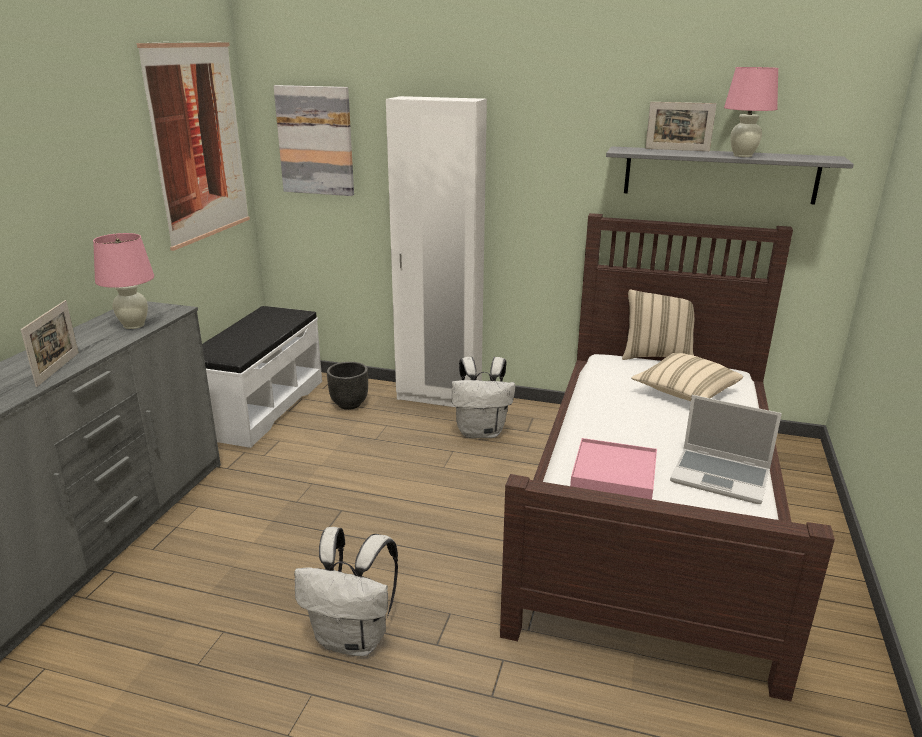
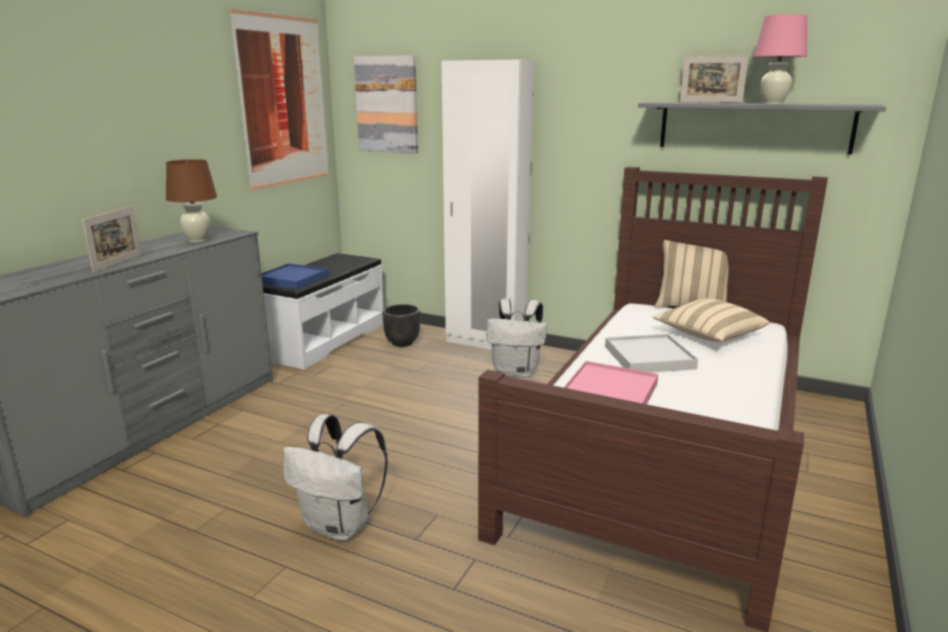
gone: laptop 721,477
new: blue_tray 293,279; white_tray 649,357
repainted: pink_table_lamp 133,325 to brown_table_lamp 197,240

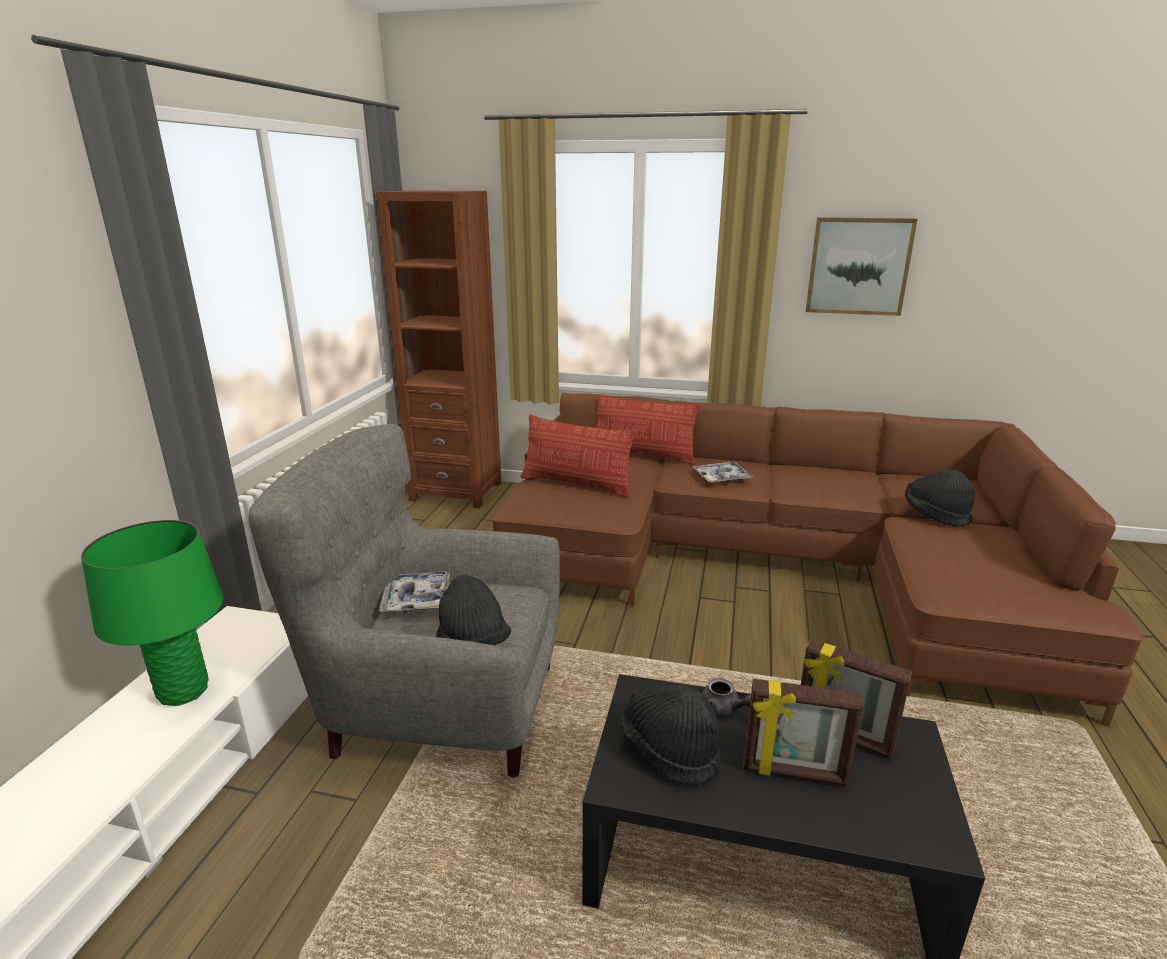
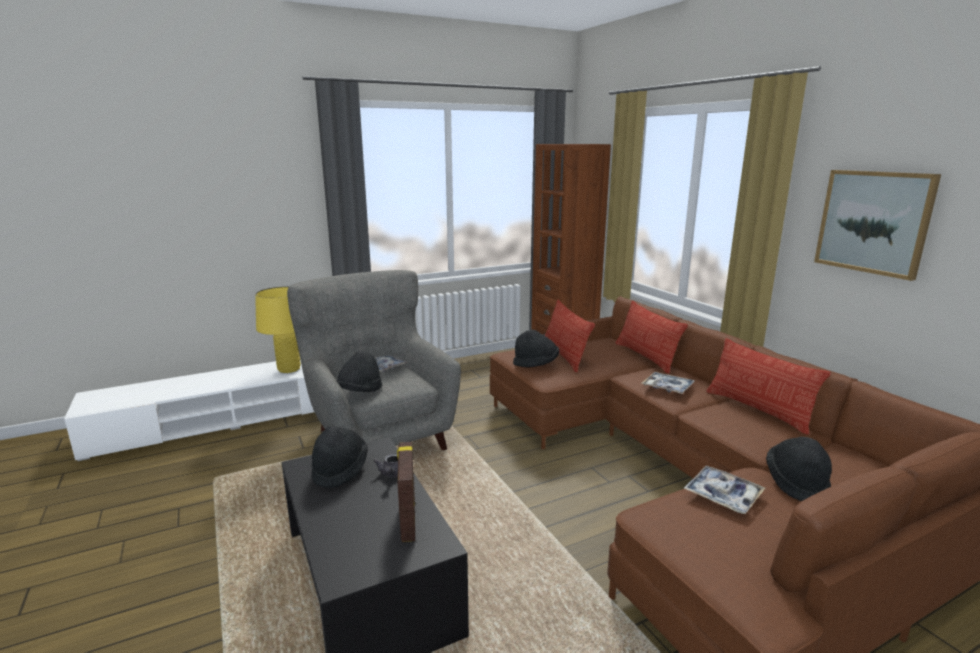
gone: picture_frame 794,774
new: black_hat 536,364; tray 723,495; pillow 758,409
repainted: green_table_lamp 183,691 to yellow_table_lamp 289,369

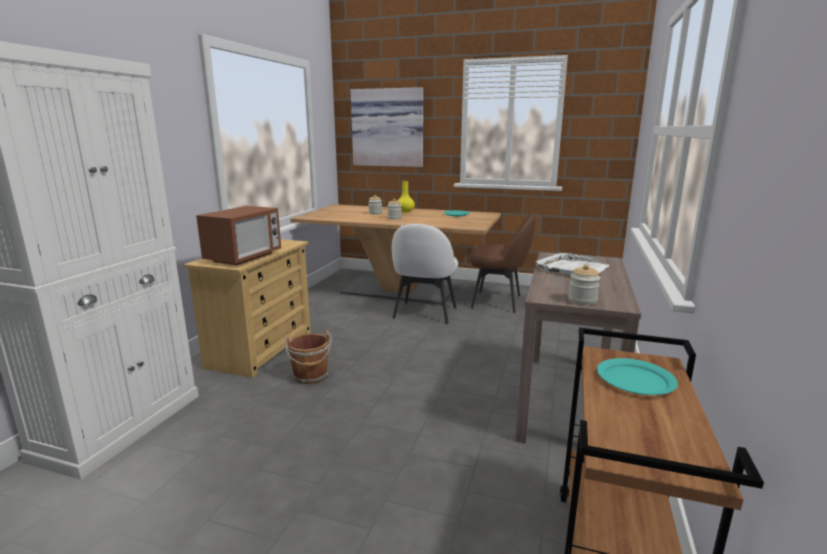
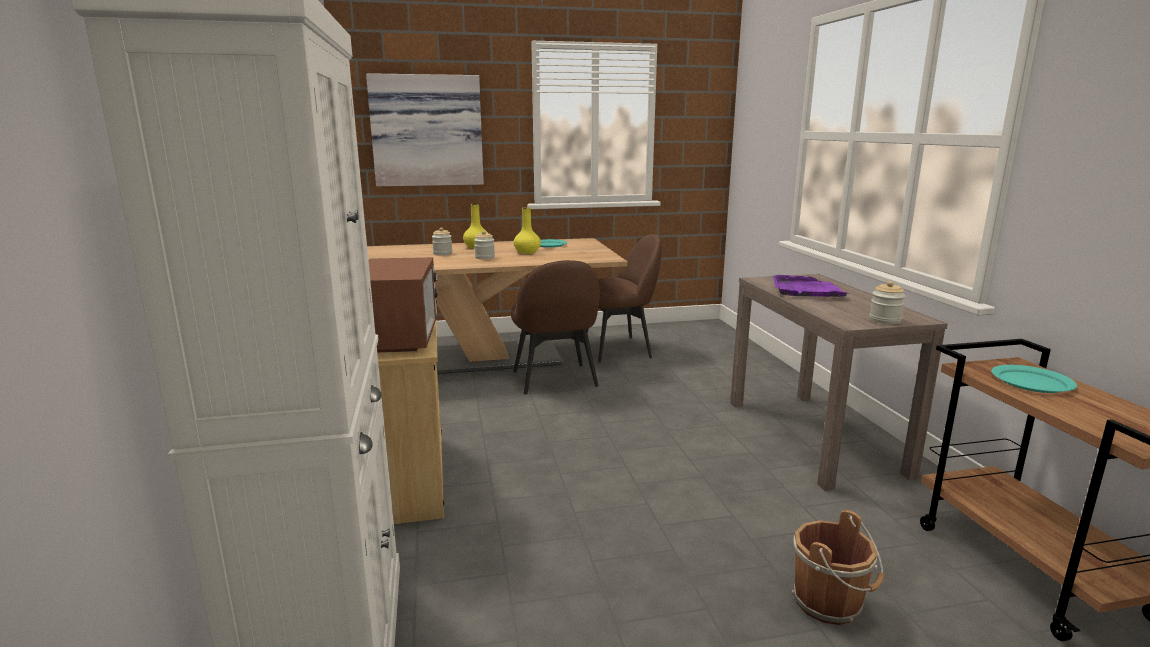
new: yellow_vase 527,252
shifted: brown_bucket 311,376 to 830,603
repainted: white_chair 424,313 to brown_chair 555,380; white_tray 573,268 to purple_tray 806,290

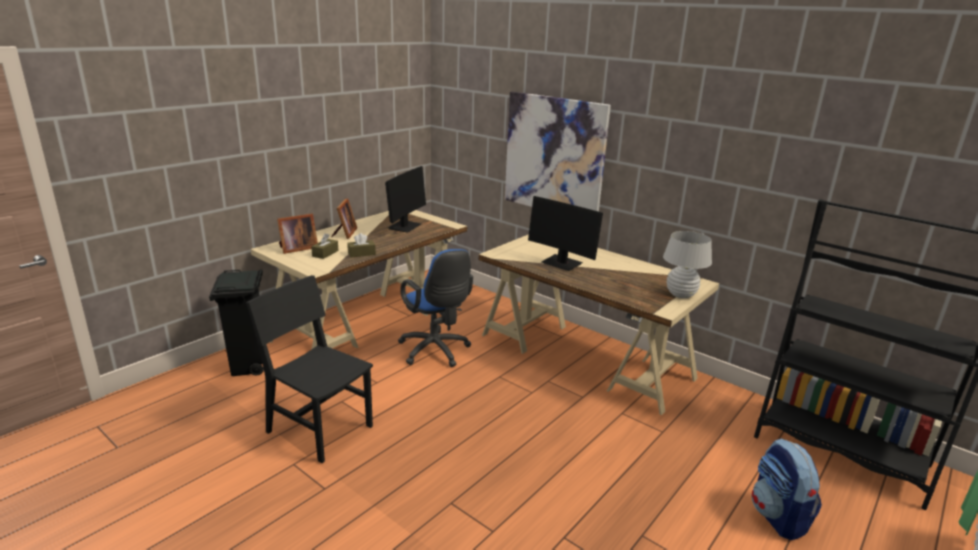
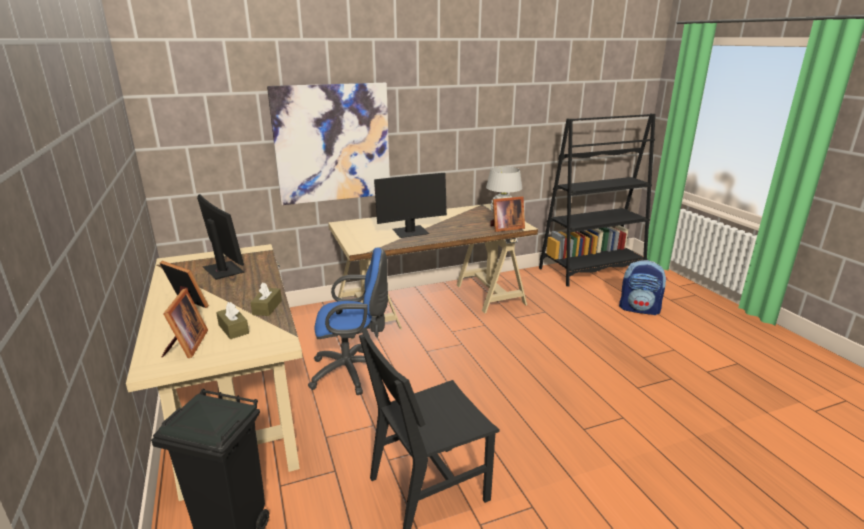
new: picture_frame 505,228

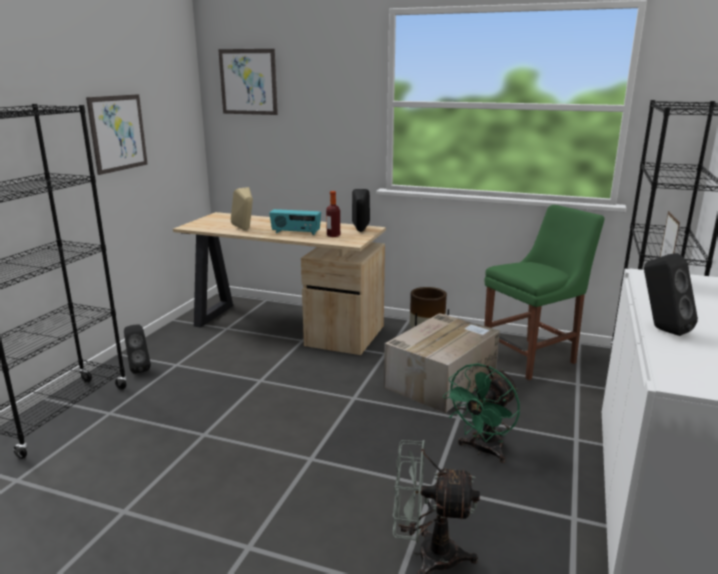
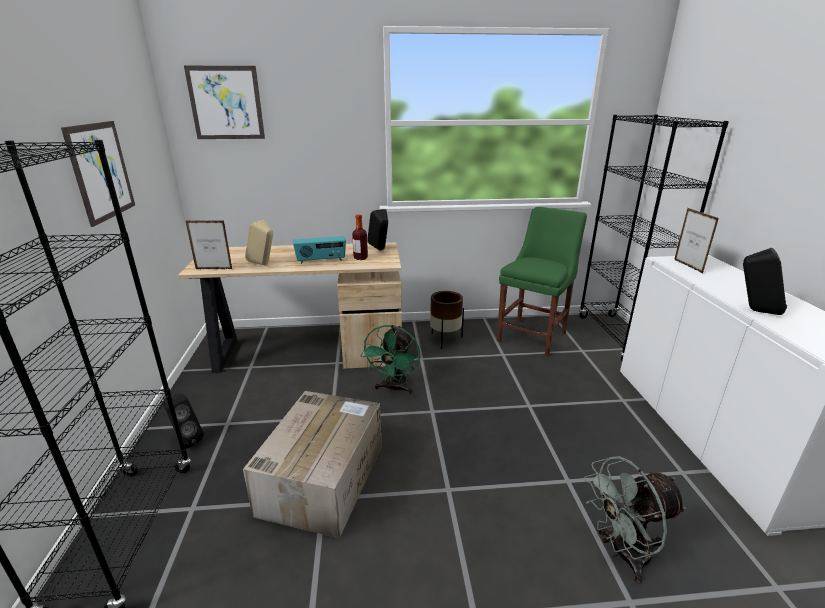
new: picture_frame 214,269
shifted: cardboard_box 441,380 to 323,477; green_fan 482,450 to 394,388

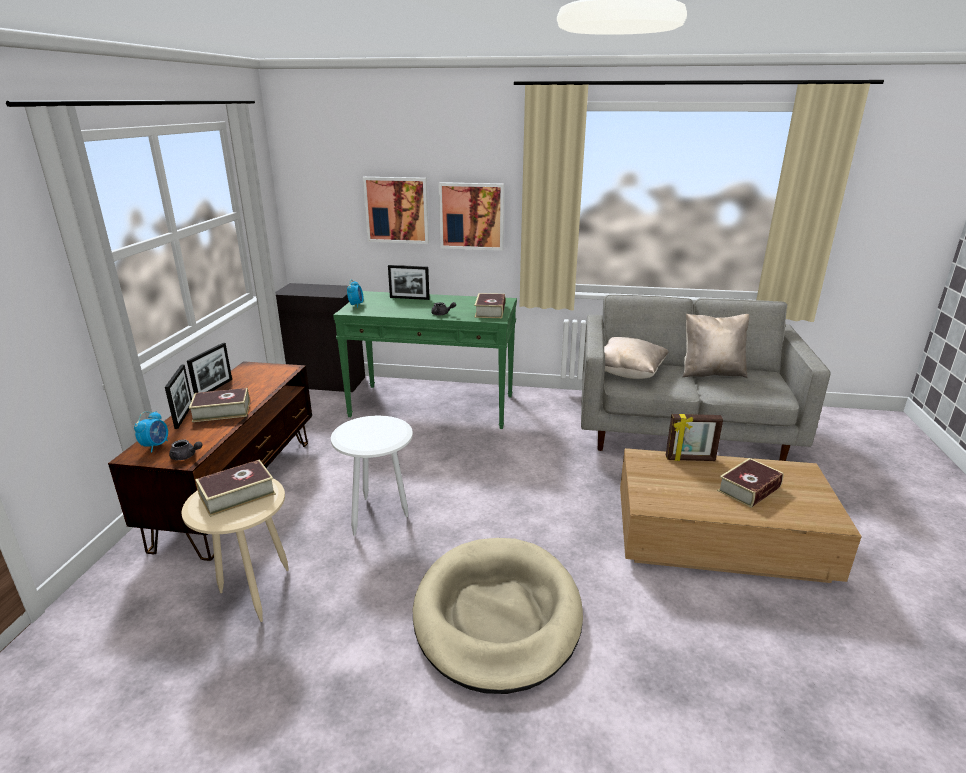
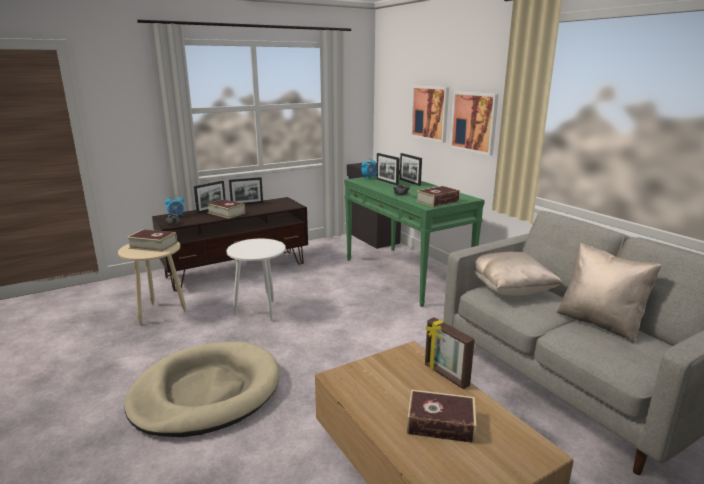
new: picture_frame 387,182

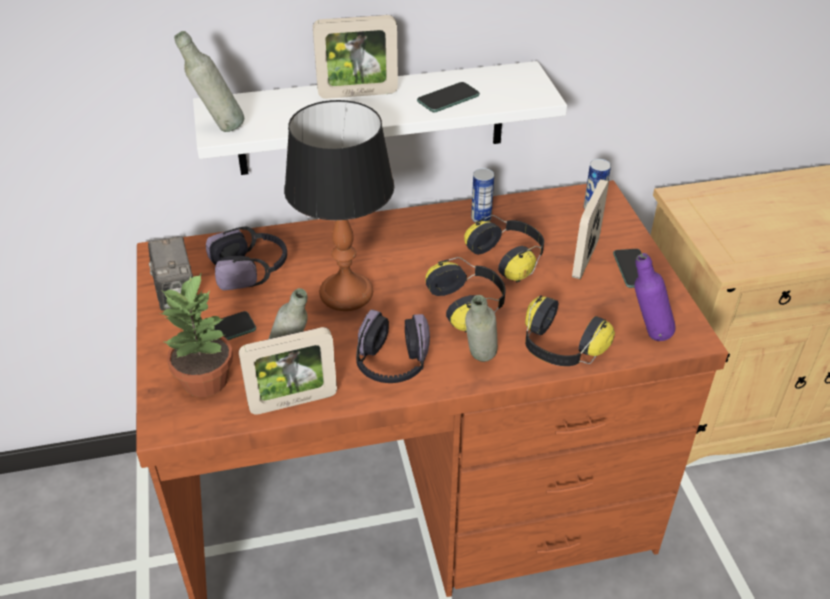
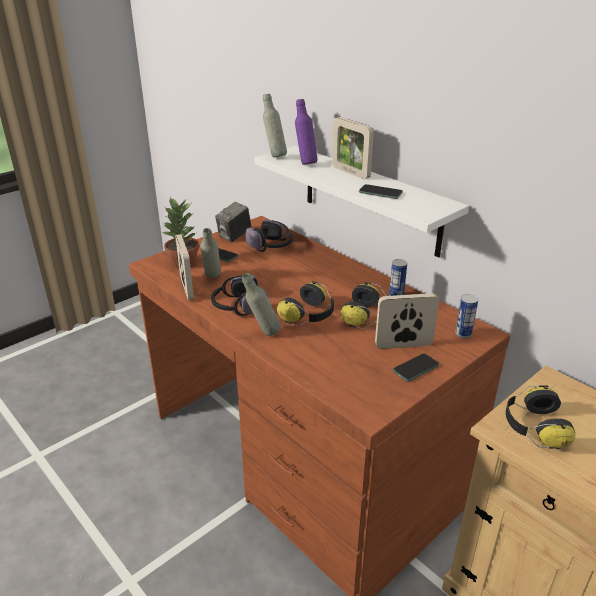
gone: table_lamp 346,293
shifted: purple_bottle 646,335 to 305,163; headphones 559,348 to 533,427
rotated: picture_frame 293,402 = 187,288 150 degrees counterclockwise

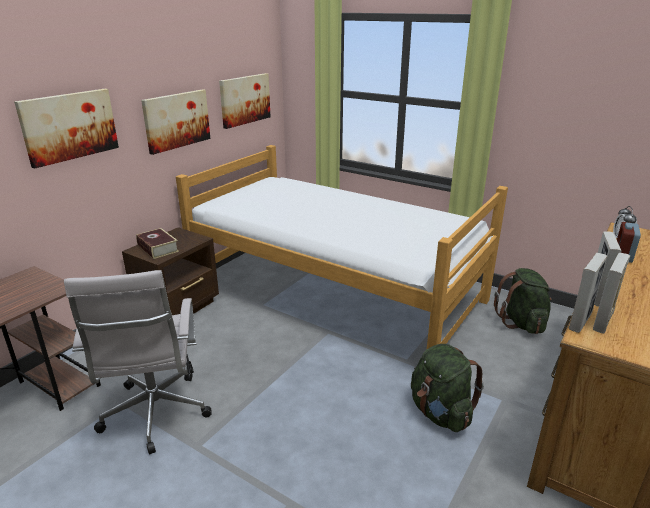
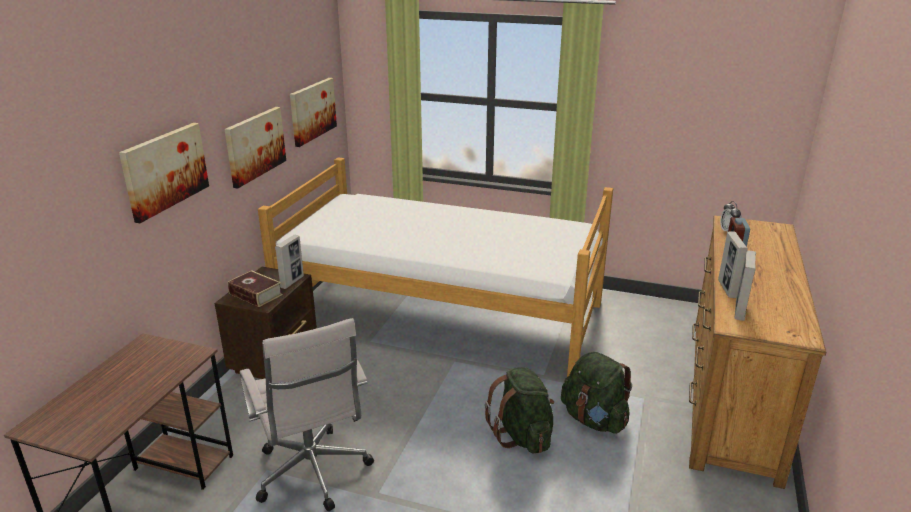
shifted: picture_frame 580,321 to 292,282; green_backpack 521,323 to 522,435

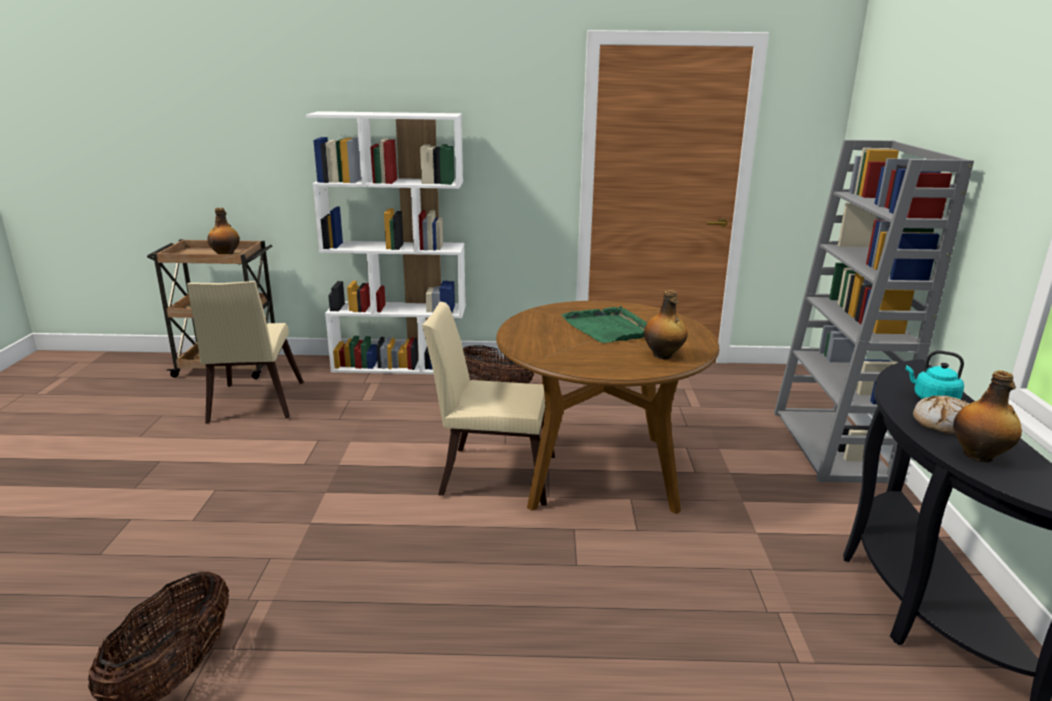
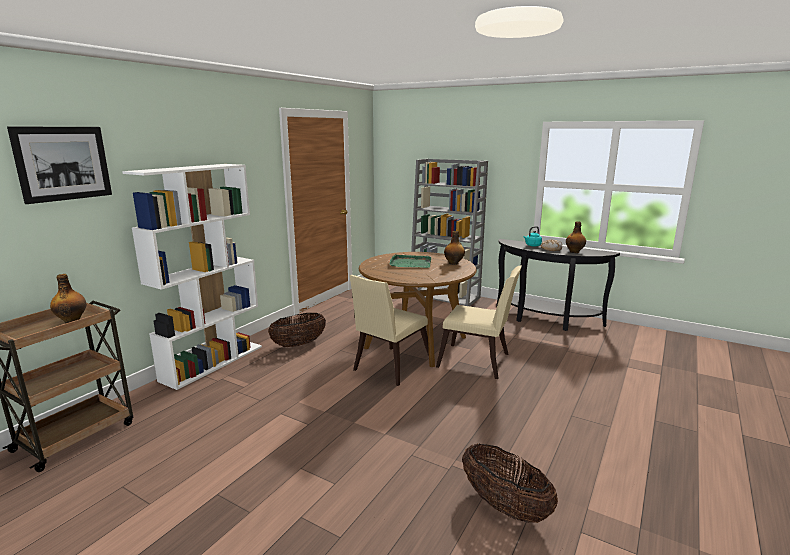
new: picture 63,163
shifted: beige_chair 253,405 to 478,362

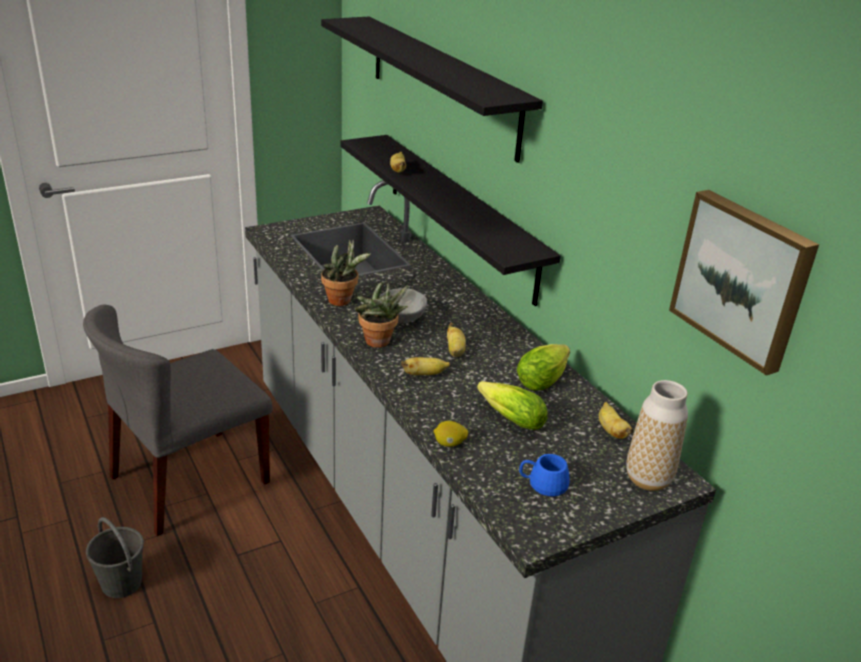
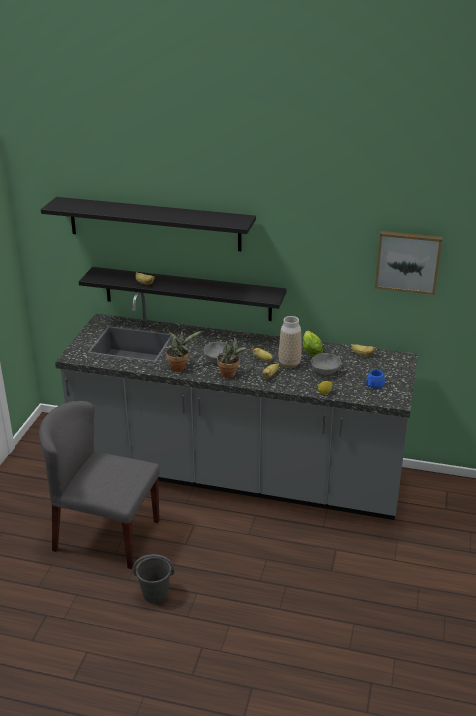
shifted: vase 648,479 to 289,364
swapped: lettuce 508,417 to grey_bowl 325,371
rotated: grey_chair 189,480 = 105,535 105 degrees clockwise

